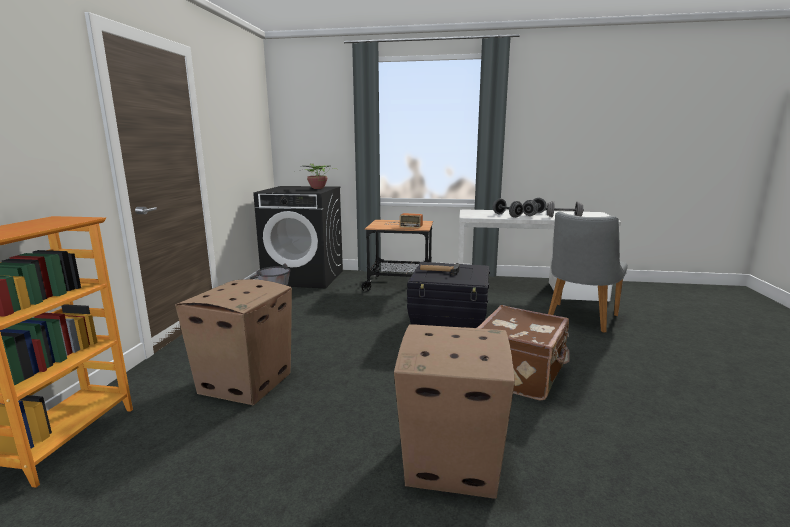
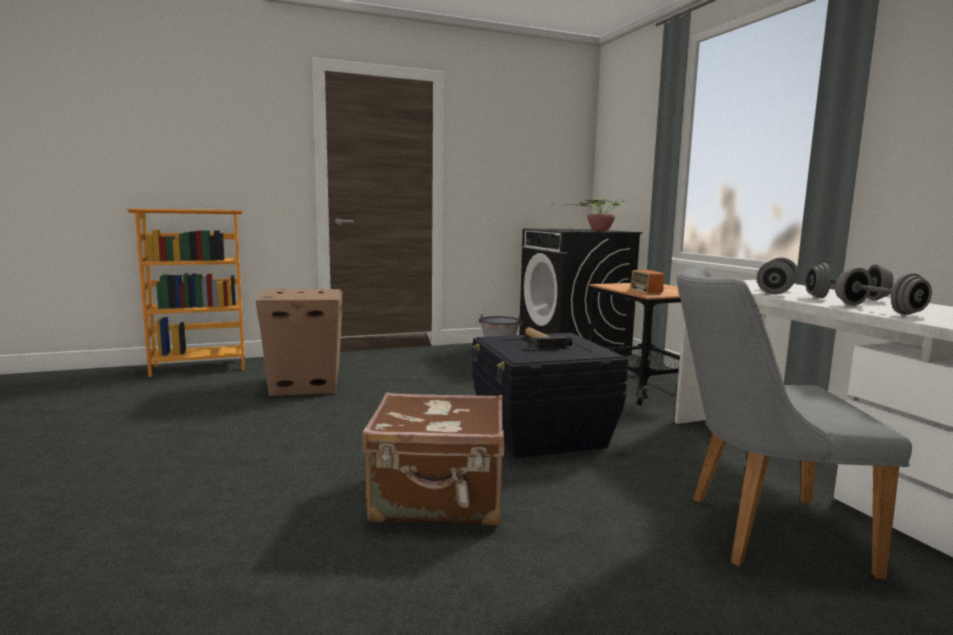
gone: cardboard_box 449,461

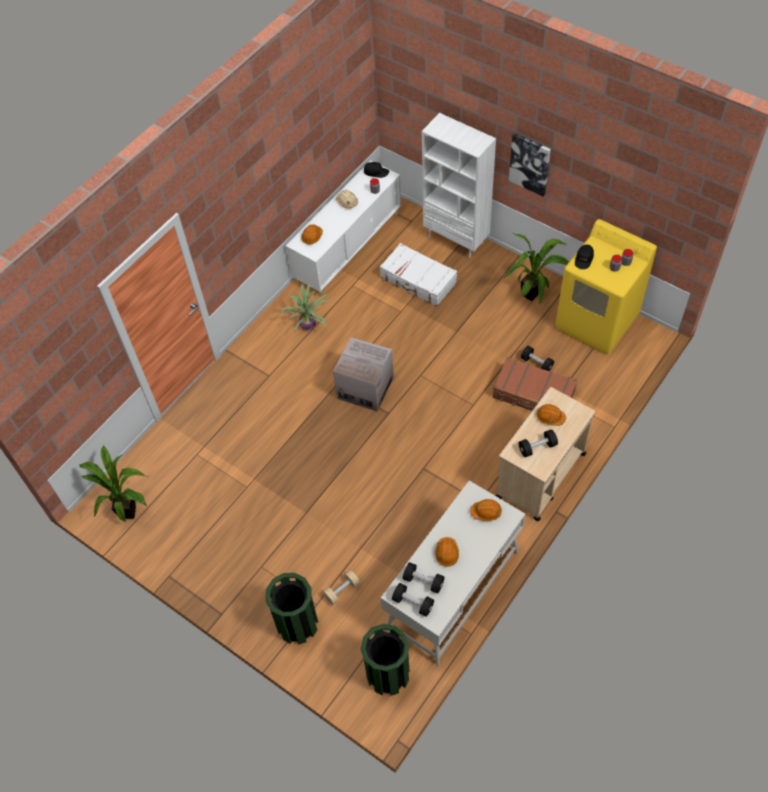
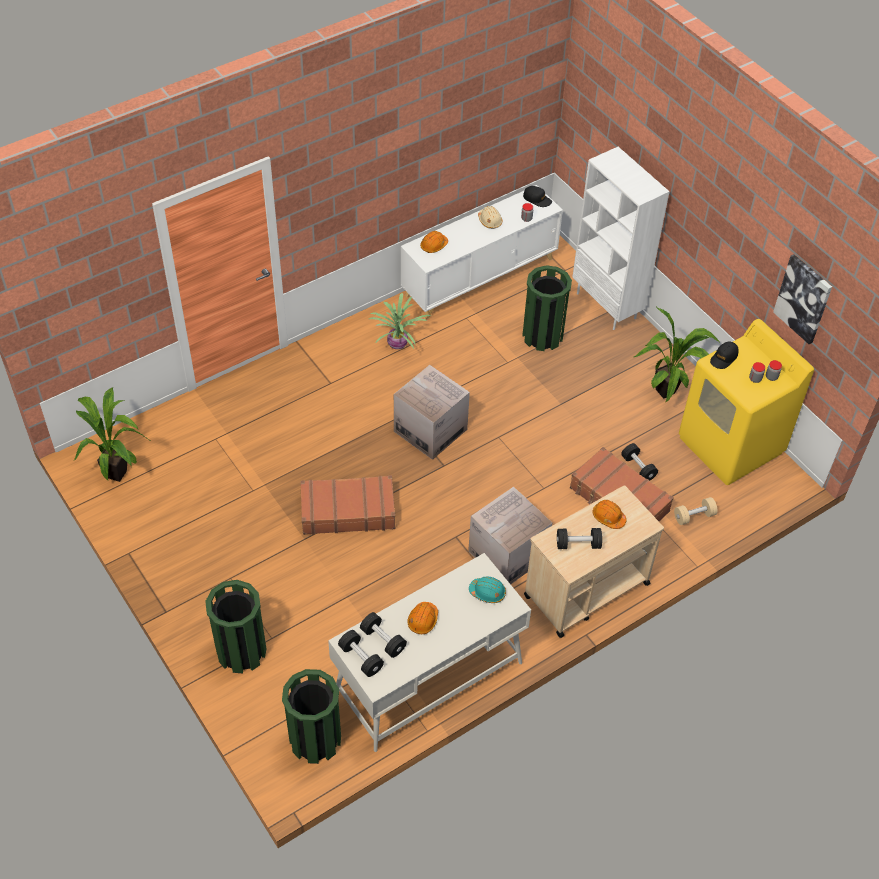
new: brown_suitcase 347,511; cardboard_box 507,554
shifted: beige_dumbbell 342,590 to 694,516; picture 530,164 to 803,298
swapped: white_suitcase 418,280 to green_trash_can 542,336
repainted: orange_hard_hat 486,512 to turquoise_hard_hat 487,592

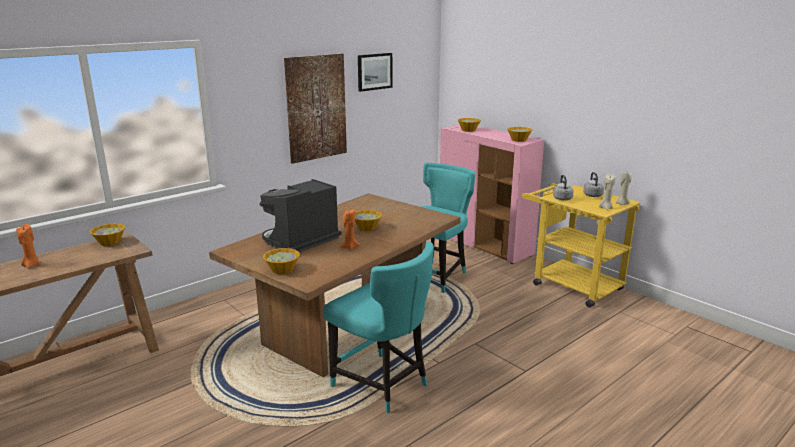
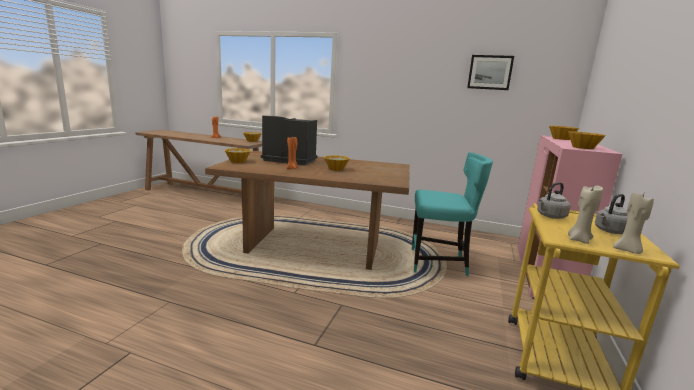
gone: picture 316,108; turquoise_chair 382,385

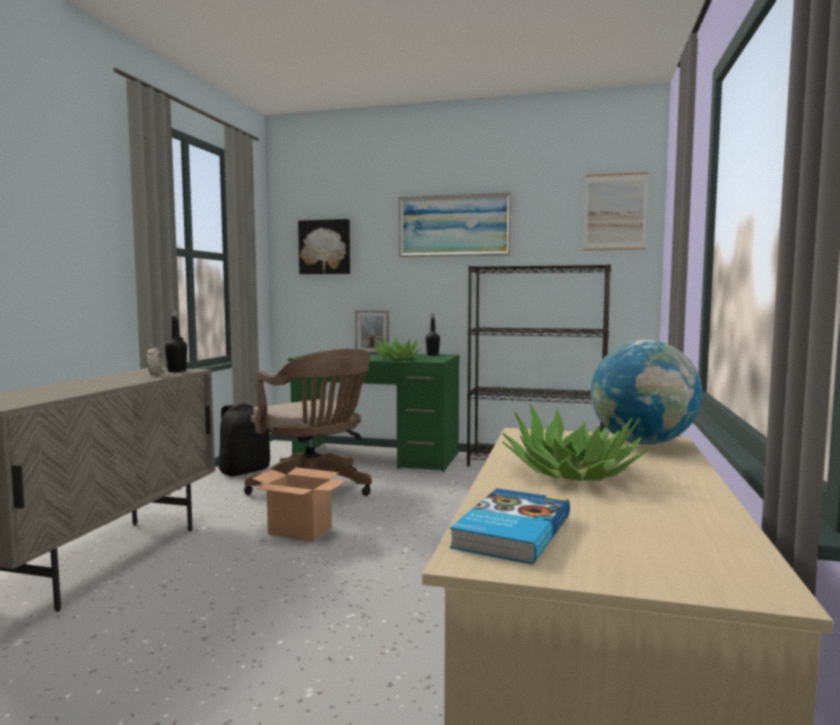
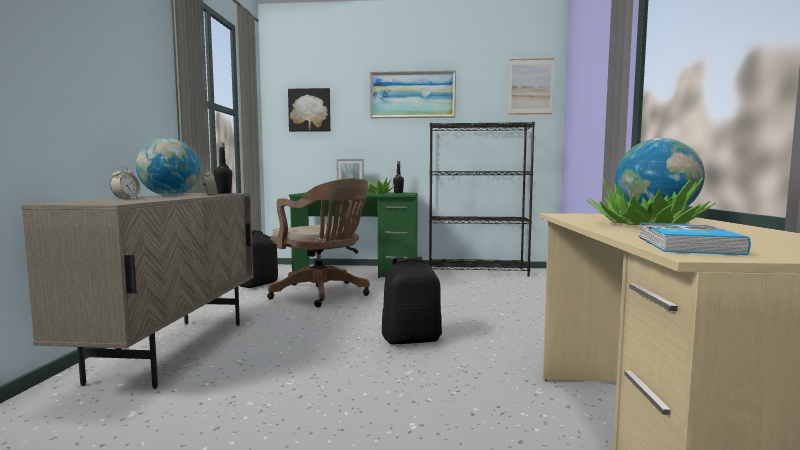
gone: cardboard_box 301,531
new: alarm_clock 126,198; globe 170,195; black_backpack 411,339

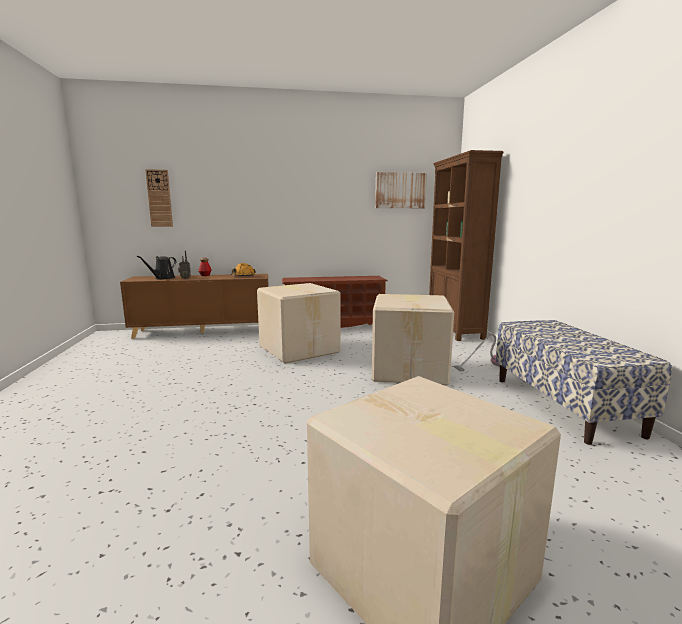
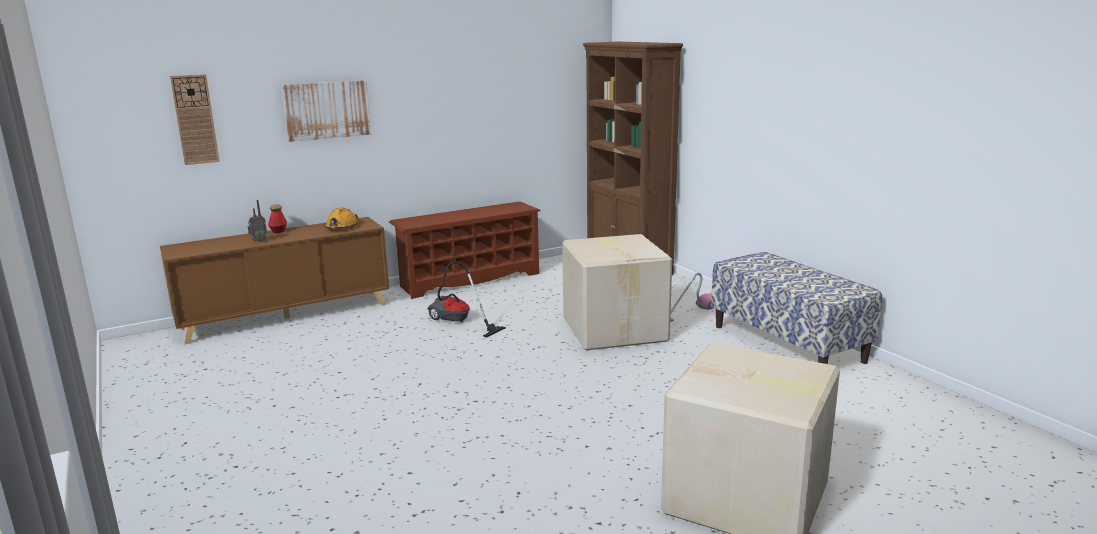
gone: black_watering_can 163,278
shifted: picture 400,190 to 327,110
swapped: cardboard_box 299,349 to vacuum_cleaner 457,322

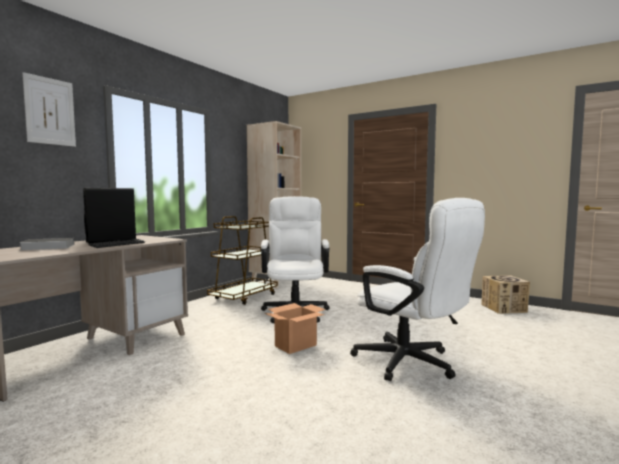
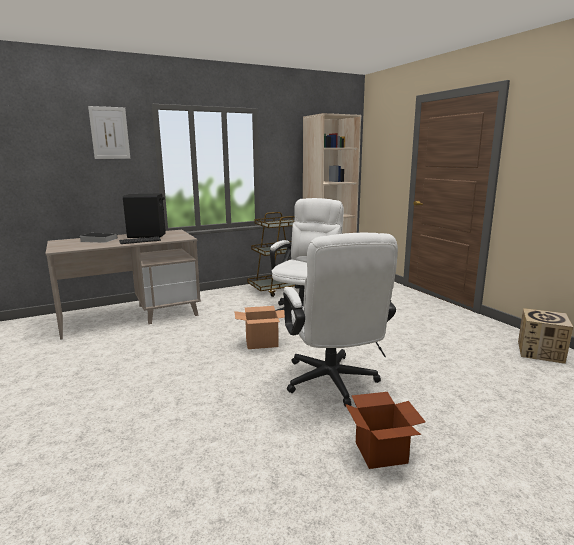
new: cardboard_box 381,453

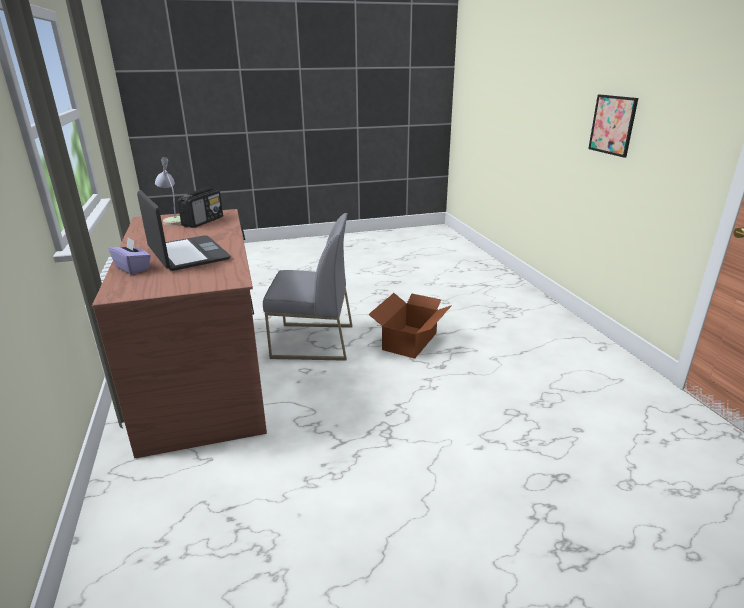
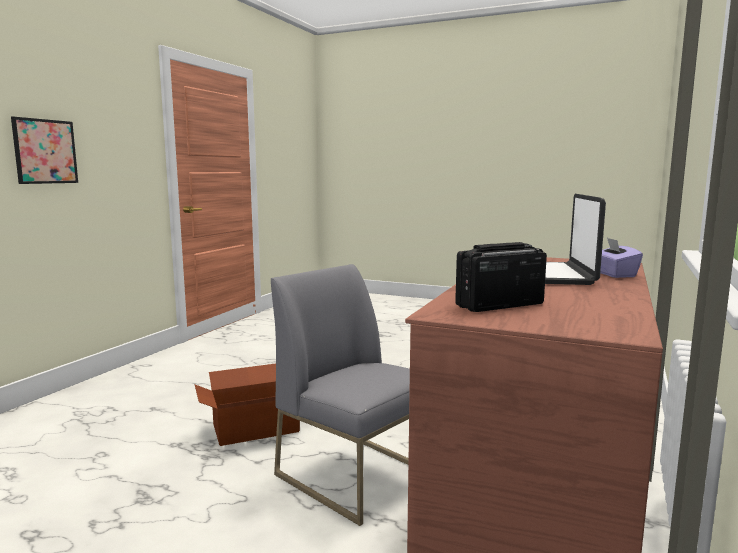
gone: table_lamp 174,220

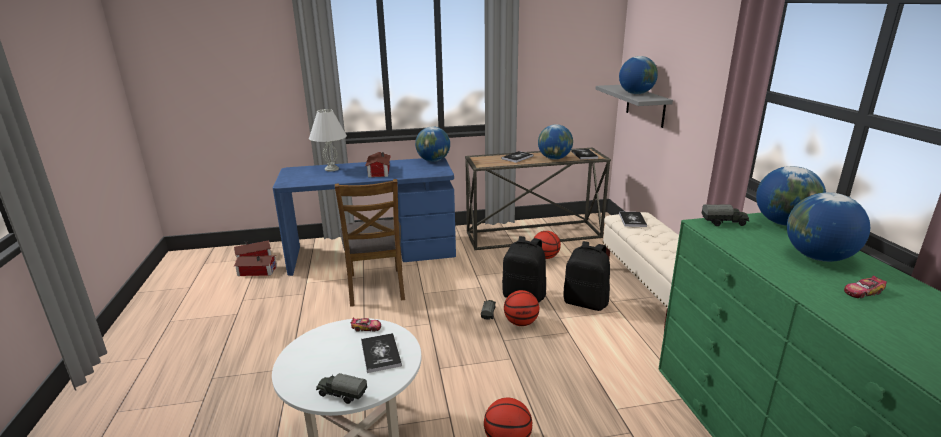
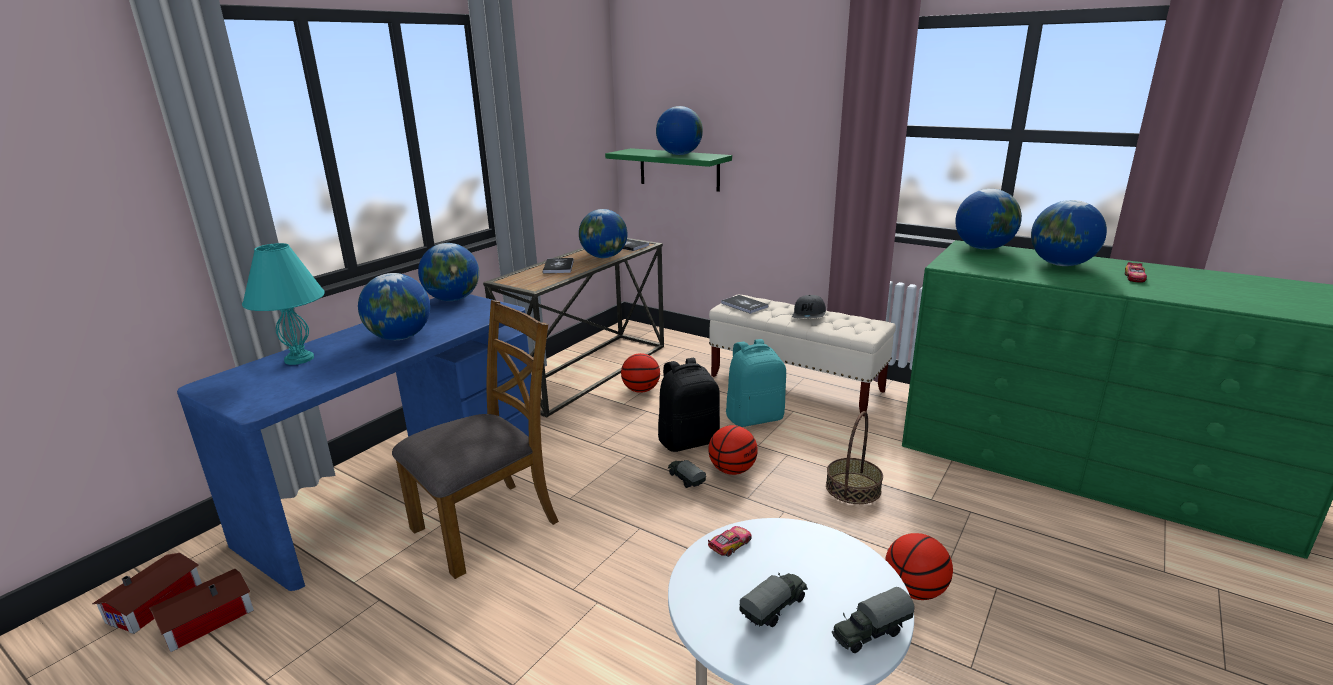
gone: book 381,353
new: grey_cap 809,315; basket 853,488
shifted: toy_truck 724,223 to 775,608
swapped: toy_house 378,172 to globe 400,337
repainted: white_table_lamp 332,169 to turquoise_table_lamp 300,359; grey_shelf 645,105 to green_shelf 679,169; black_backpack 586,302 to turquoise_backpack 754,418
rotated: brown_chair 376,286 = 487,525 75 degrees counterclockwise

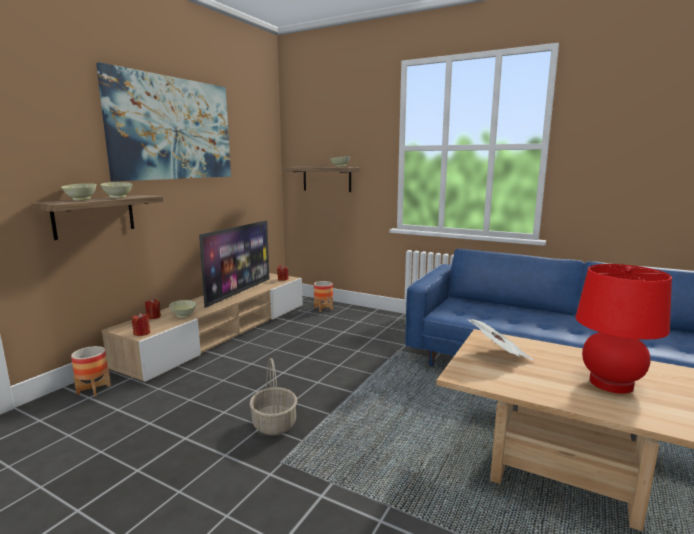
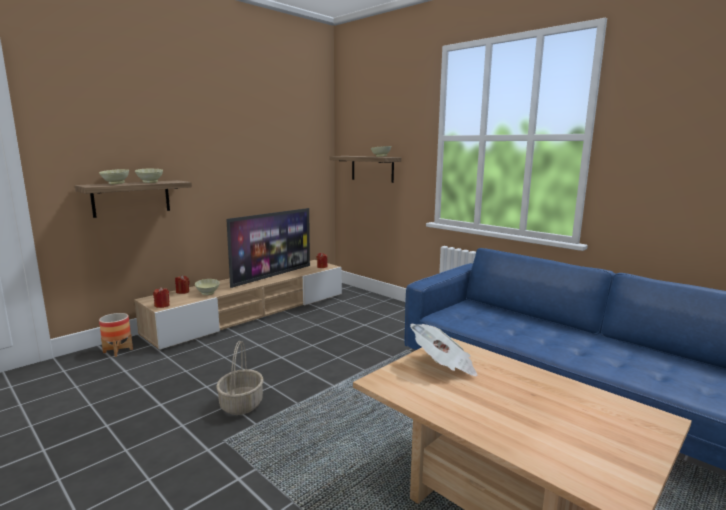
gone: picture 173,129; planter 323,308; red_table_lamp 611,383

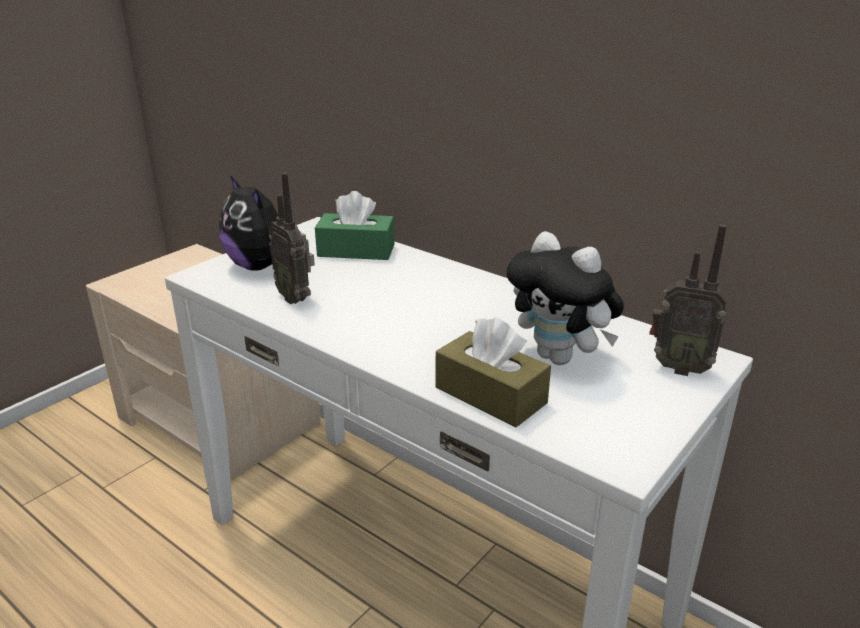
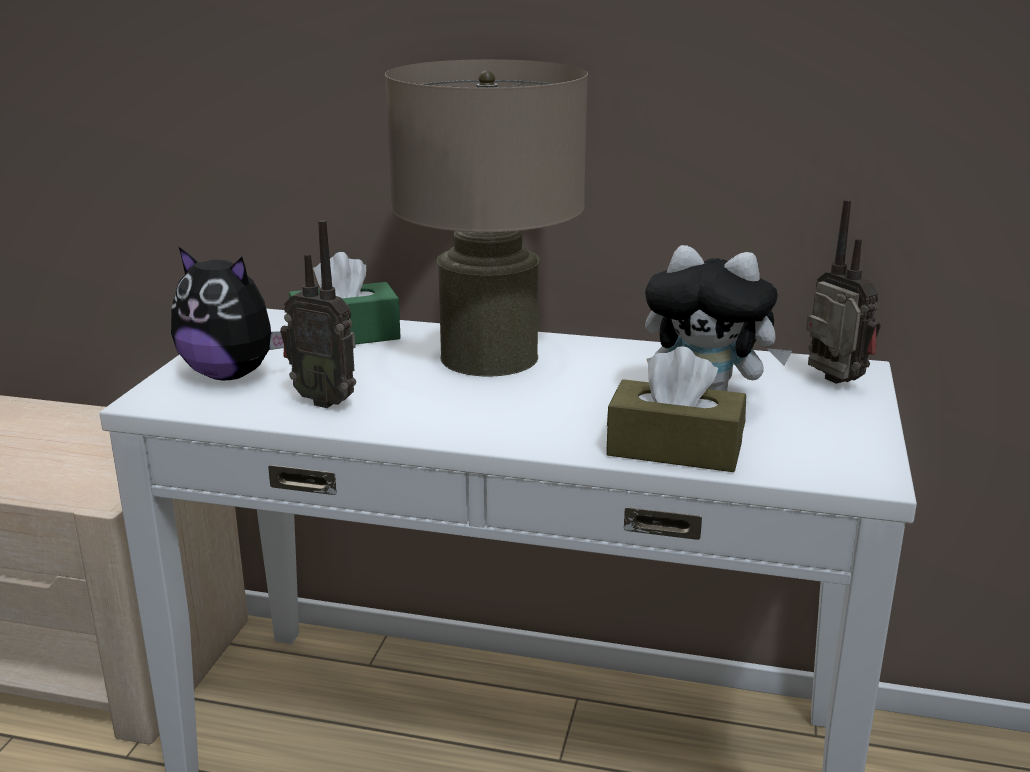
new: beige_table_lamp 489,357
rotated: radio 678,367 = 832,383 120 degrees counterclockwise

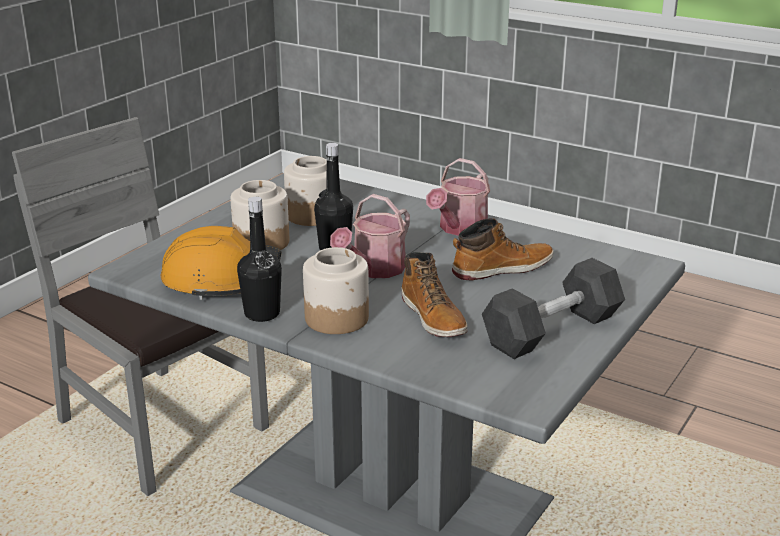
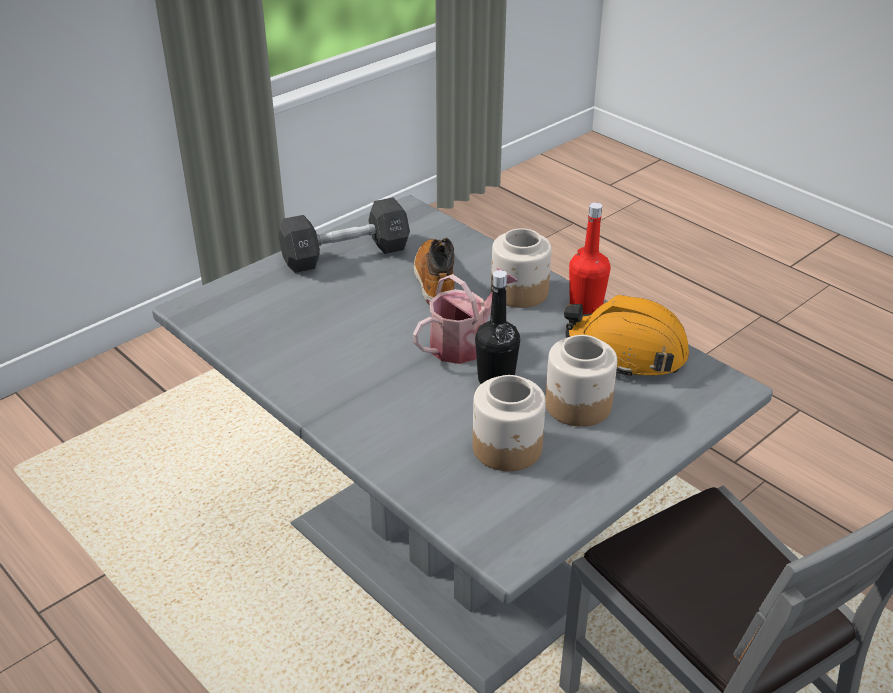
gone: watering_can 459,229; boot 501,268
repainted: black_bottle 262,314 to red_bottle 586,307

